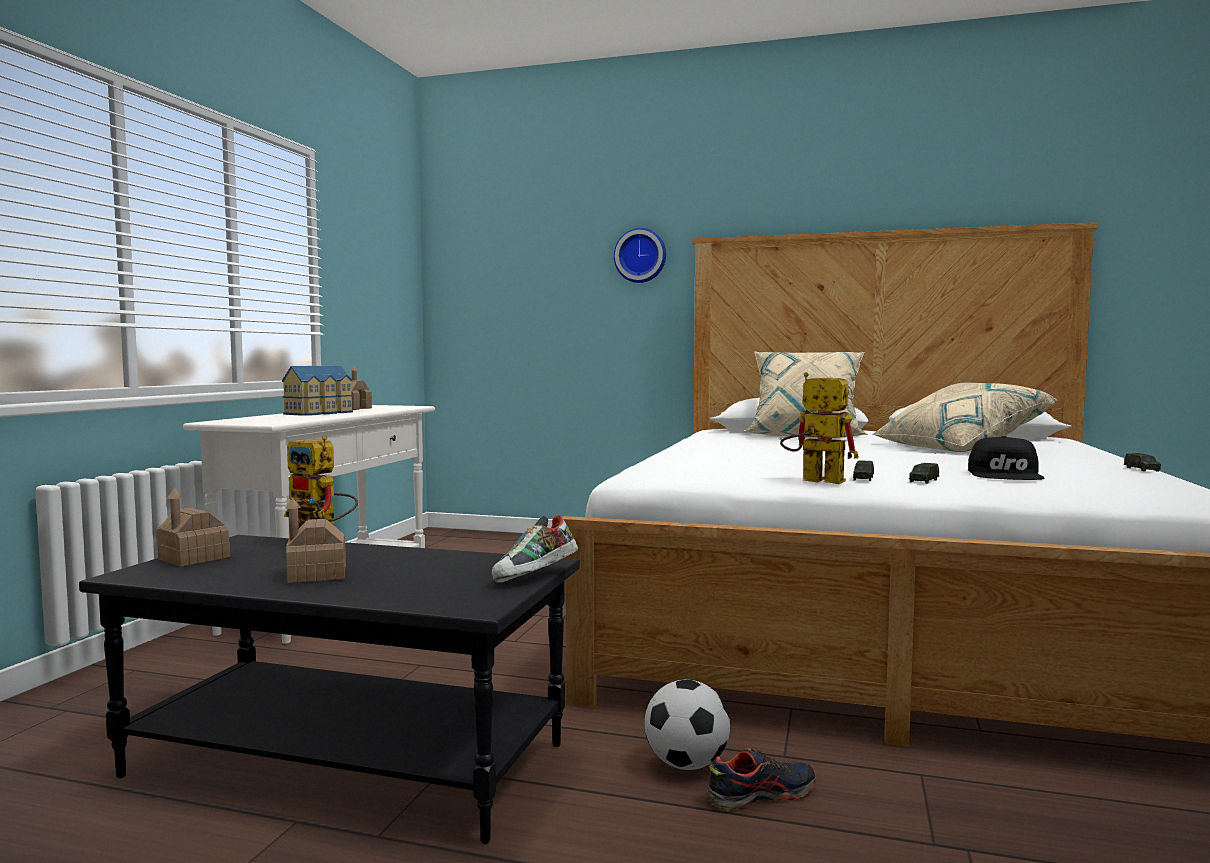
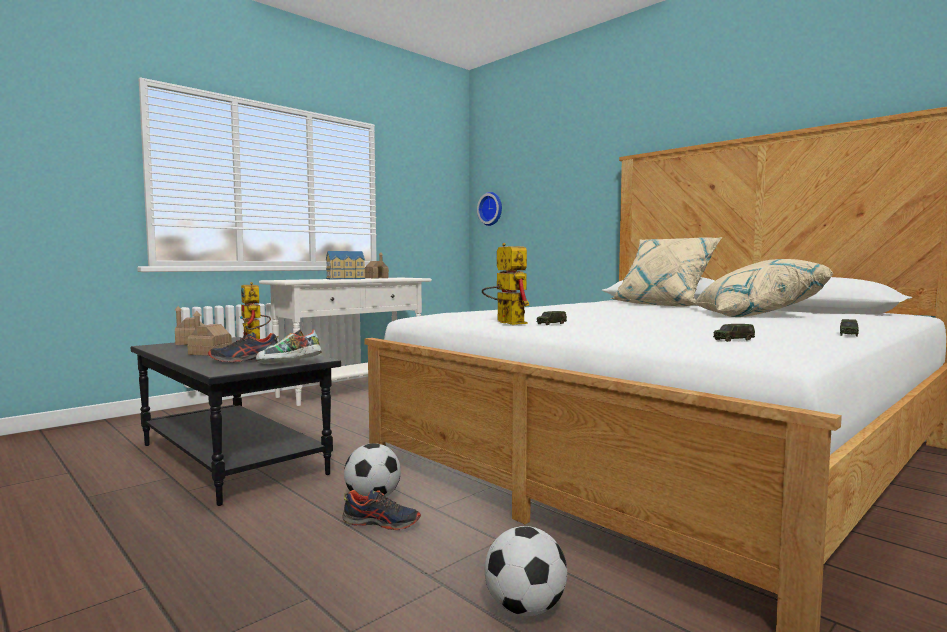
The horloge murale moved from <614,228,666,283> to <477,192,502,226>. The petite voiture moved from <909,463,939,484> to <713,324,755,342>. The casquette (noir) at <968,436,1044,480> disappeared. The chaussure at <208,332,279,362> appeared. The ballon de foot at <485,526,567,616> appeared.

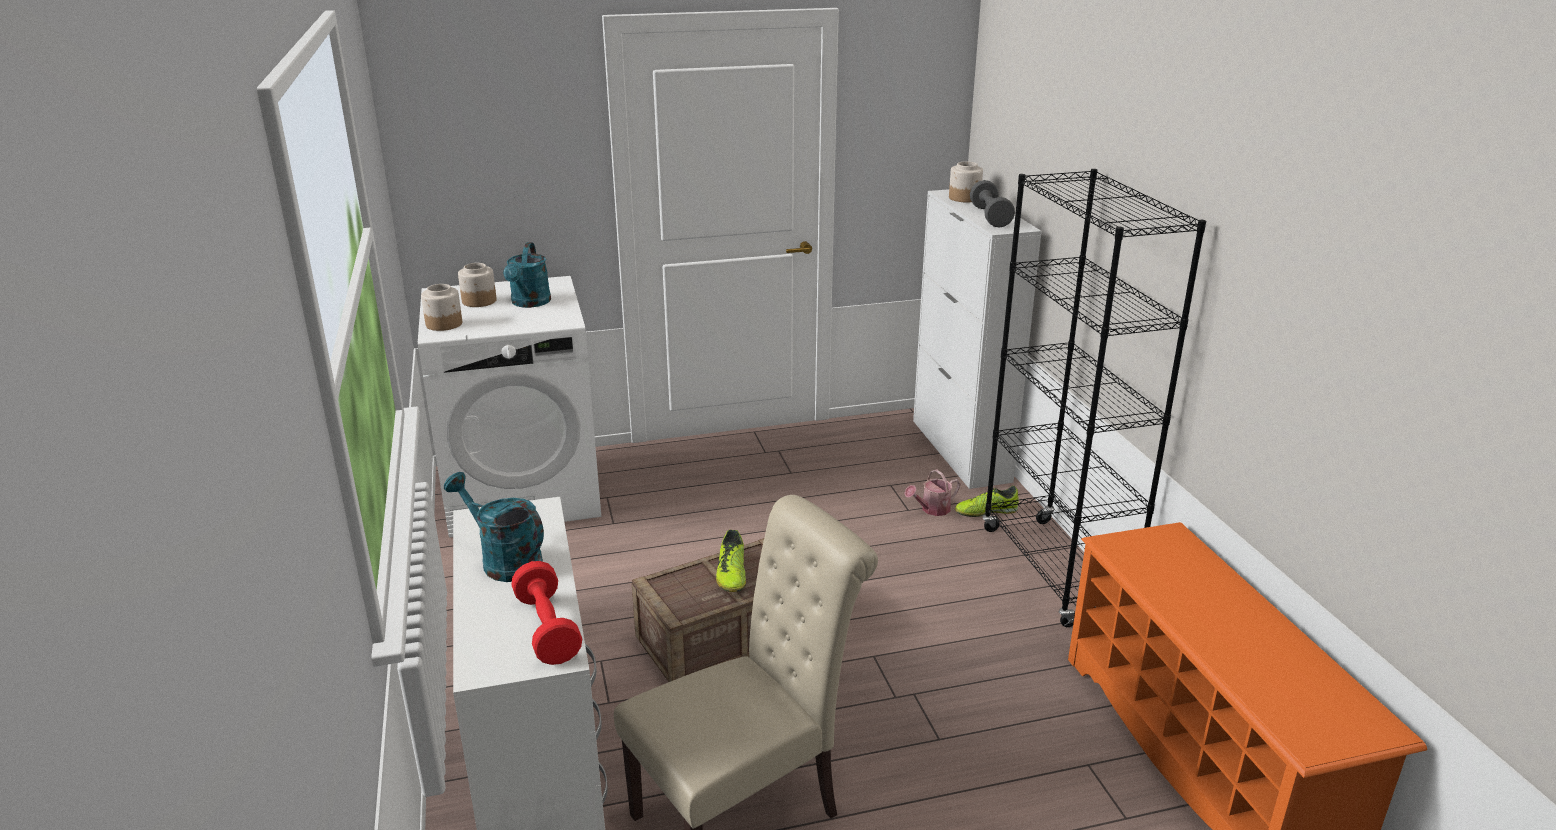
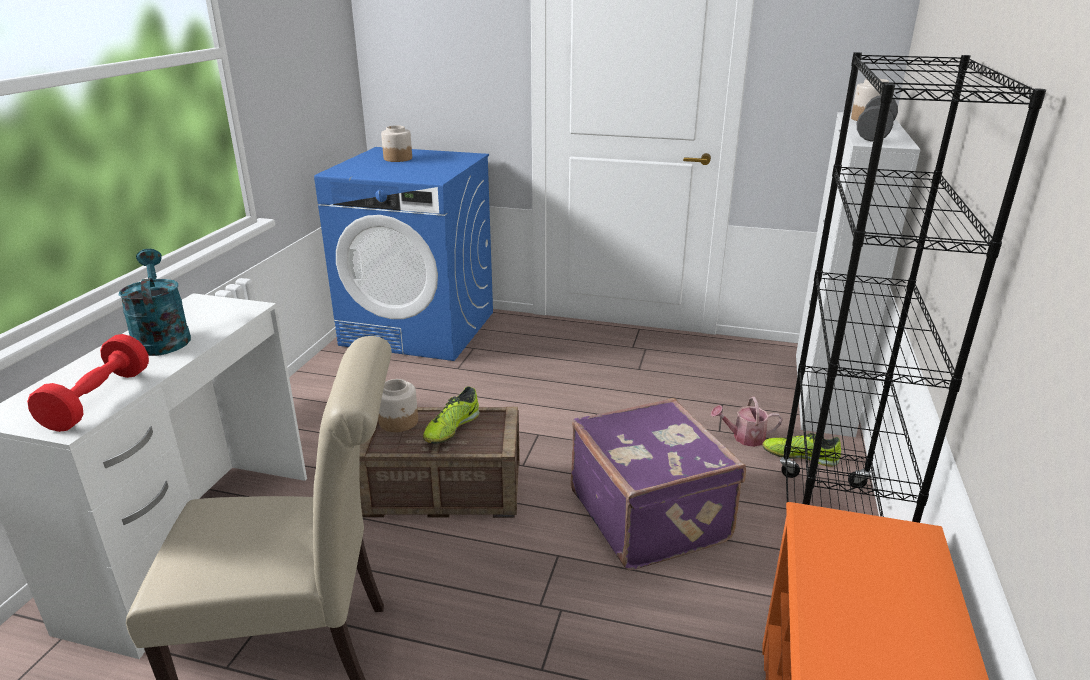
The lave-linge (blanc) at <418,276,601,538> became the lave-linge (bleu) at <314,147,493,361>. The bocal moved from <421,284,462,331> to <378,379,418,432>. The arrosoir (turquoise) at <503,242,551,308> disappeared. The valise (violet) at <571,398,746,570> appeared.

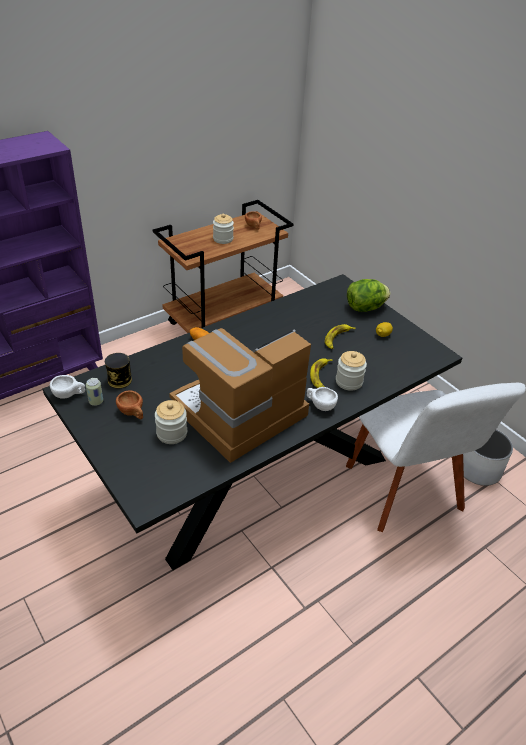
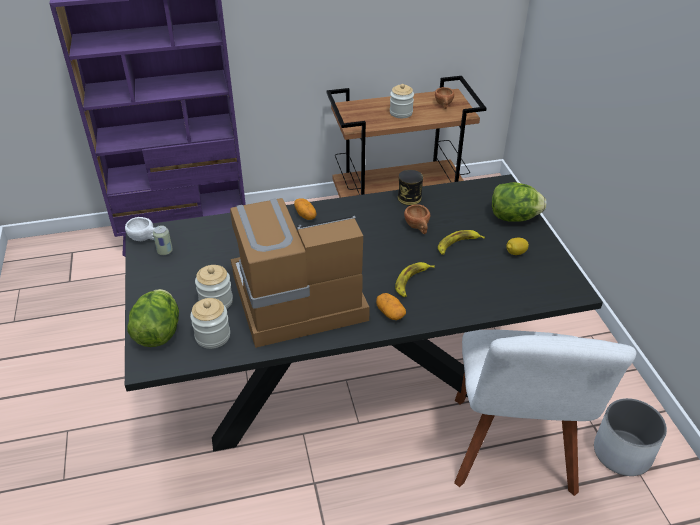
The boîte métallique moved from <105,353,132,389> to <398,170,423,205>. The tasse (marron) moved from <116,390,143,420> to <404,204,430,234>. The tasse (blanc) at <307,387,338,411> was replaced by the pomme de terre at <376,293,406,320>. The bocal moved from <336,351,367,391> to <190,298,230,349>. The laitue at <127,289,179,347> appeared.

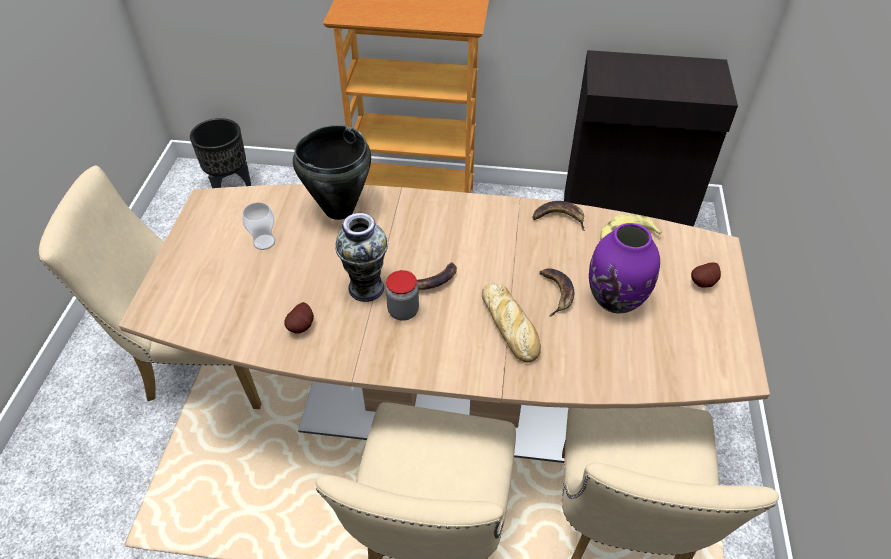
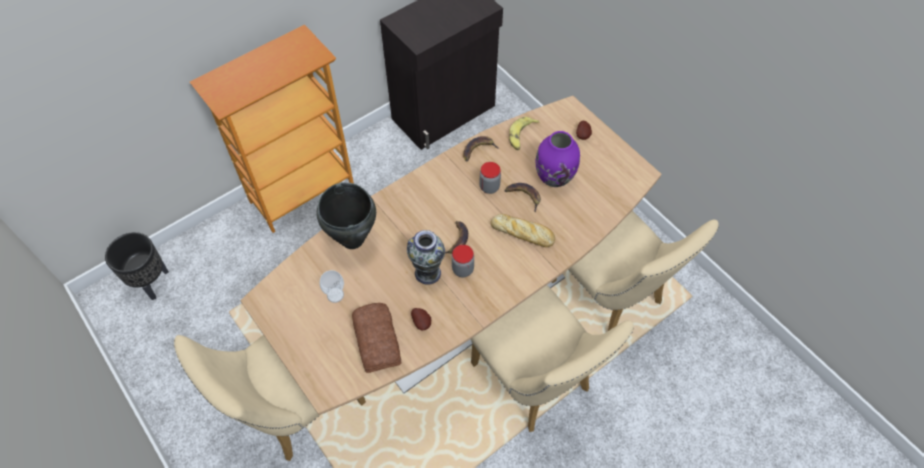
The pain at <352,303,401,373> appeared. The bocal at <479,162,501,194> appeared.

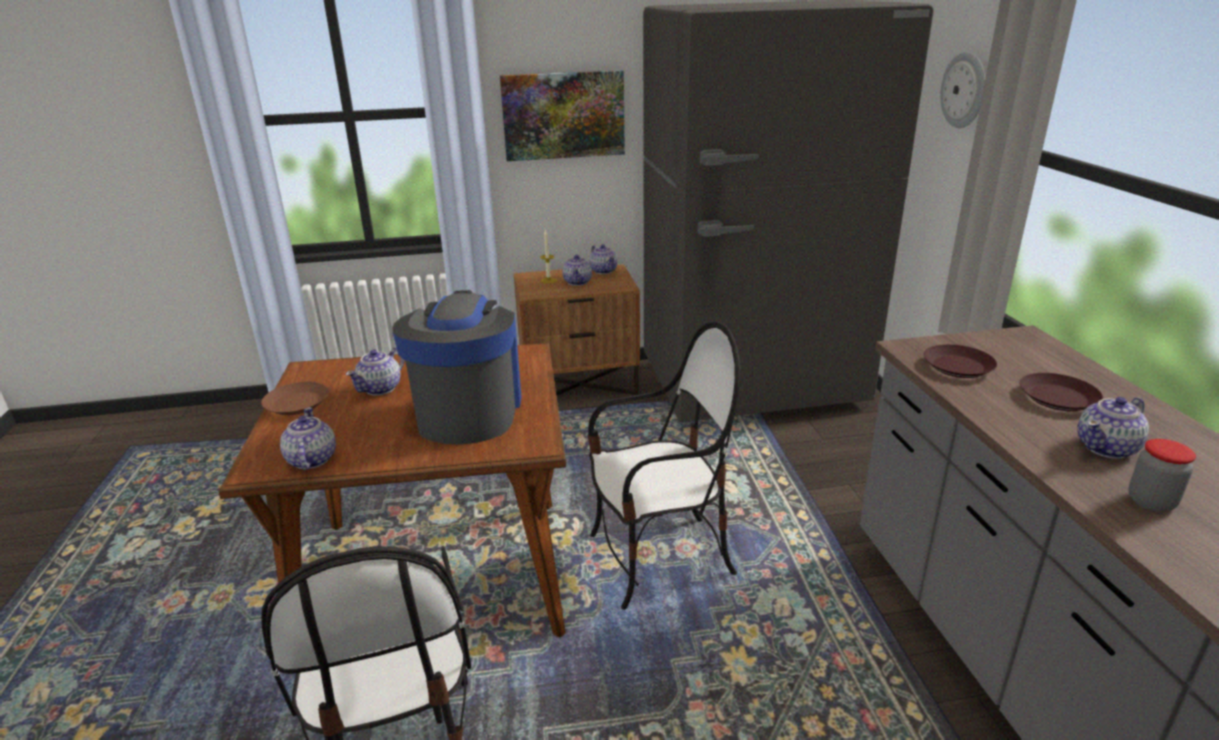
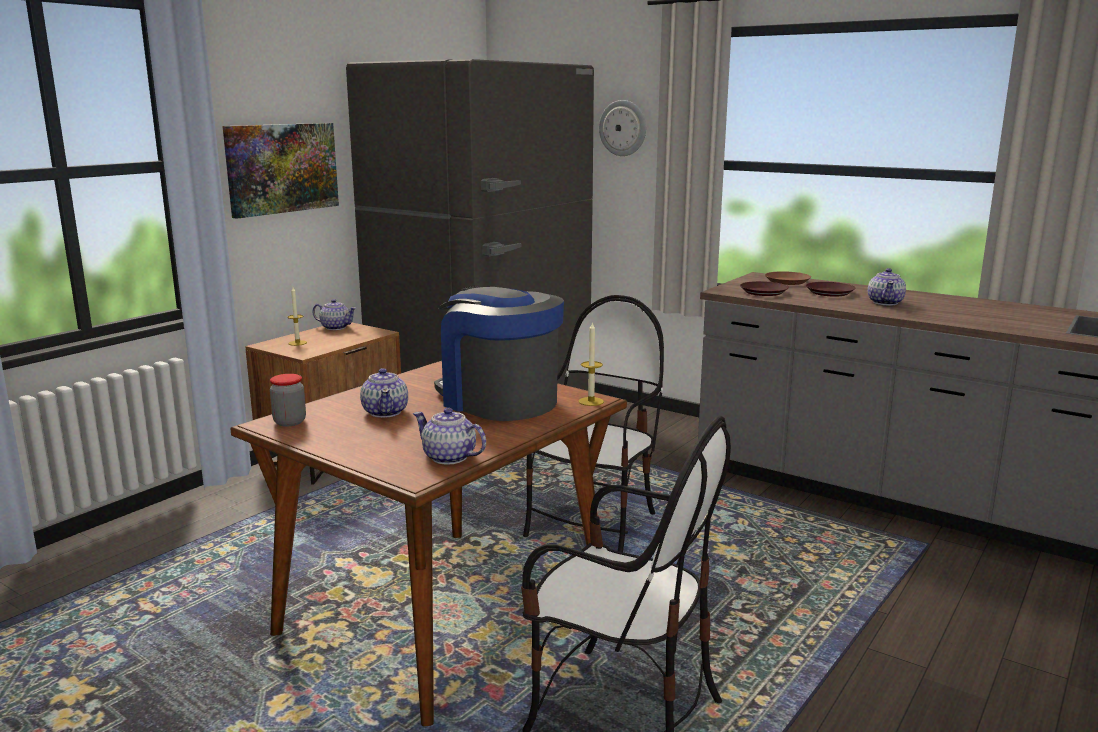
The assiette (marron) moved from <261,382,329,415> to <765,271,811,285>. The théière at <563,255,592,286> disappeared. The bocal moved from <1128,439,1196,512> to <270,374,306,427>. The bougie at <579,322,604,406> appeared.

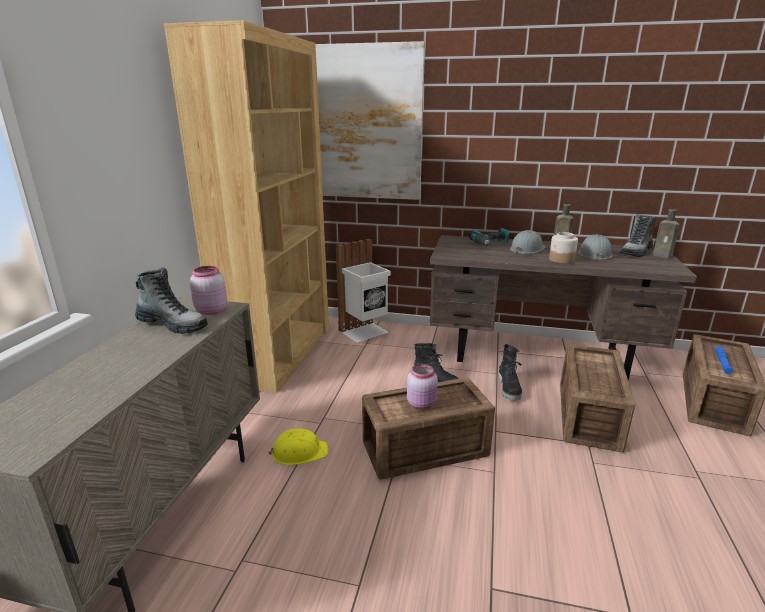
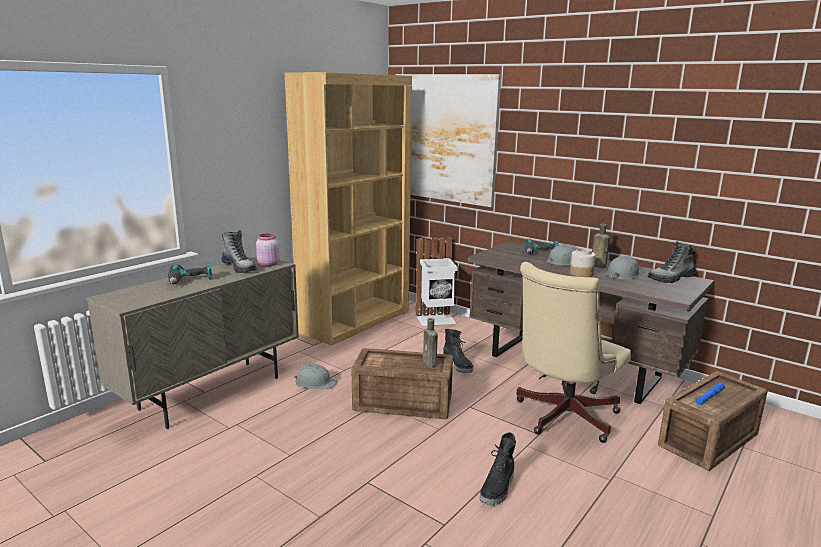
The casque de chantier (jaune) at <268,428,328,465> became the casque de chantier (gris) at <293,364,337,389>. The bocal (rose) at <407,364,438,410> disappeared. The botte (noir) moved from <498,344,522,401> to <480,432,516,505>. The caisse at <560,344,635,452> was replaced by the chaise de bureau (beige) at <516,262,631,443>. The bouteille (marron) moved from <653,209,680,259> to <423,318,438,368>. The perceuse at <168,262,212,284> appeared.

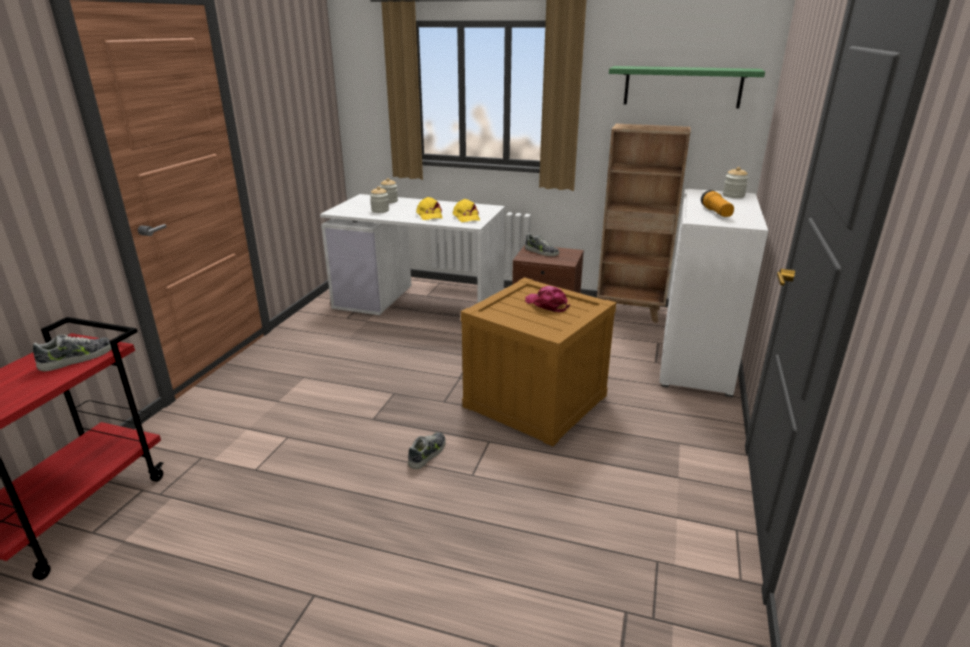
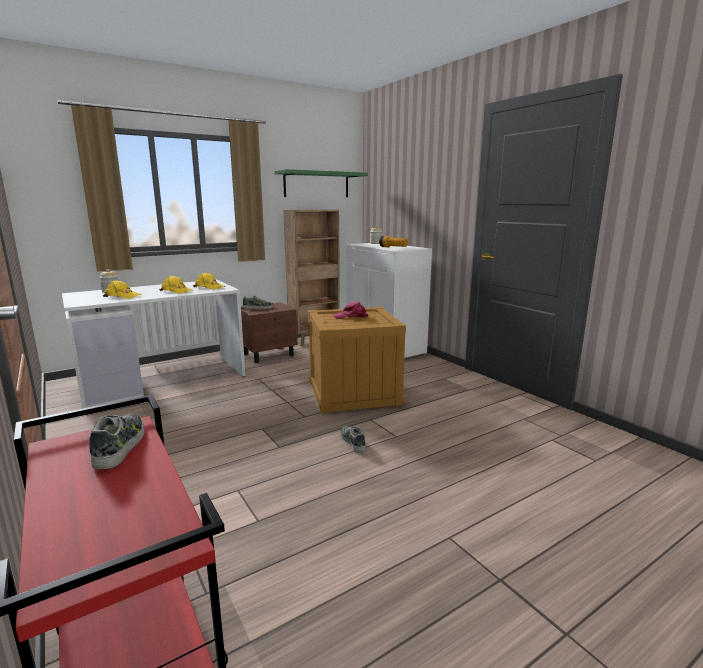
The bocal at <370,186,389,213> was replaced by the casquette (jaune) at <103,280,142,299>.

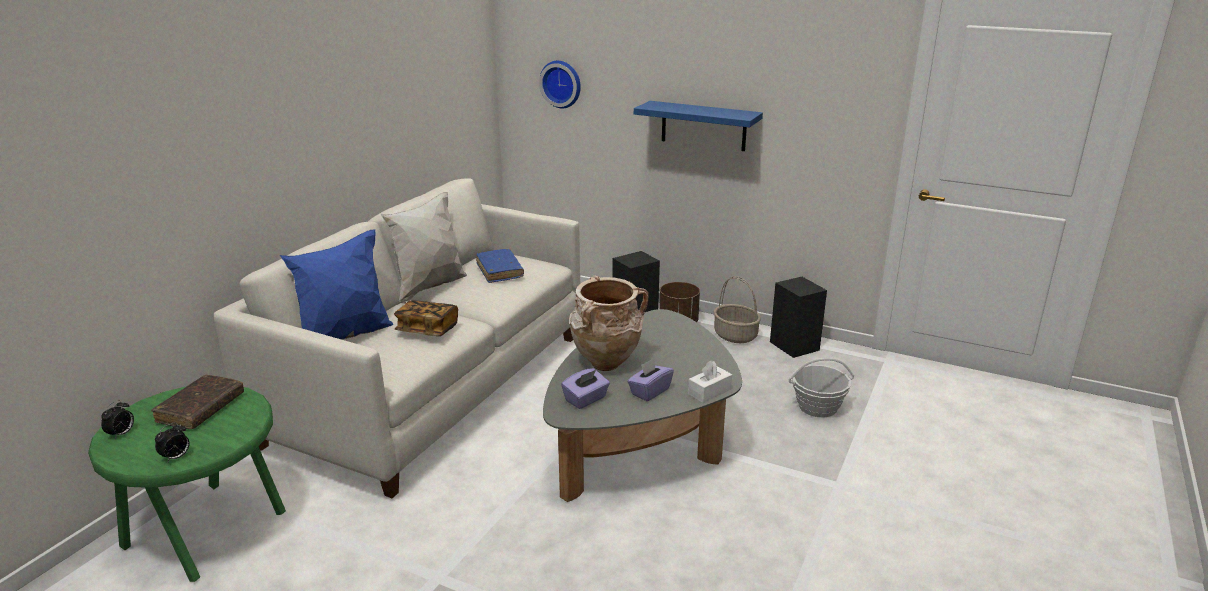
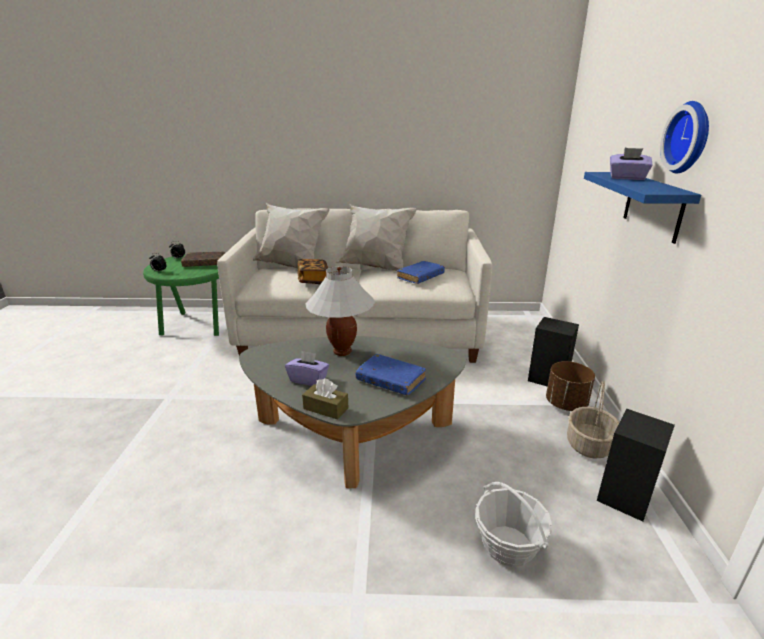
The coussin (bleu) at <280,229,393,340> became the coussin (blanc) at <253,202,330,269>. The horloge murale moved from <539,61,581,108> to <660,101,709,174>. The boîte à mouchoirs (violet) moved from <561,368,610,409> to <610,148,653,180>. The vase (beige) at <569,275,648,371> was replaced by the lampe de table (blanc) at <305,266,375,356>. The boîte à mouchoirs (blanc) at <688,361,732,403> became the boîte à mouchoirs (marron) at <302,378,349,420>. The livre (bleu) at <355,354,426,395> appeared.

